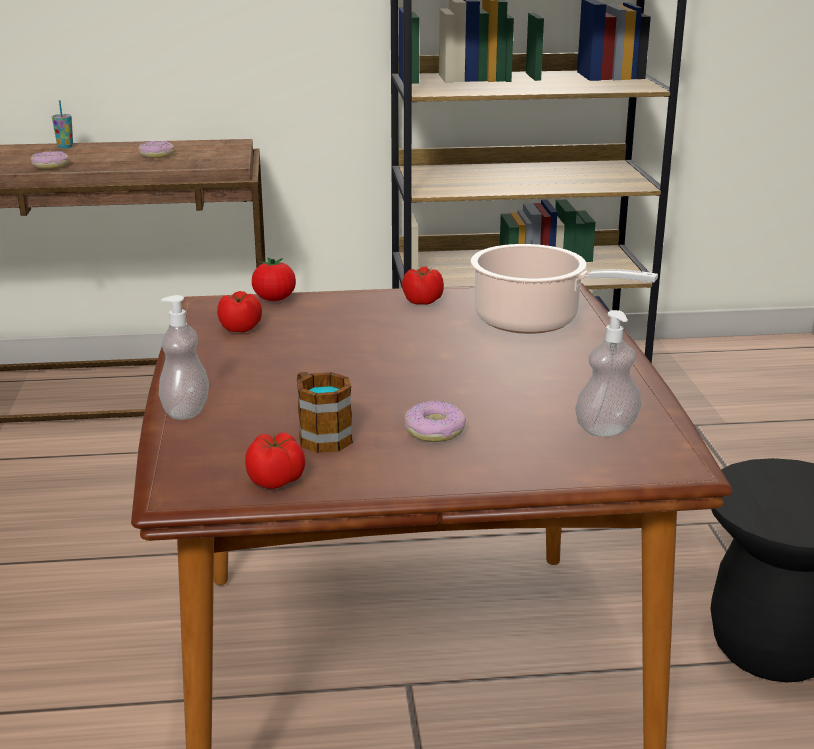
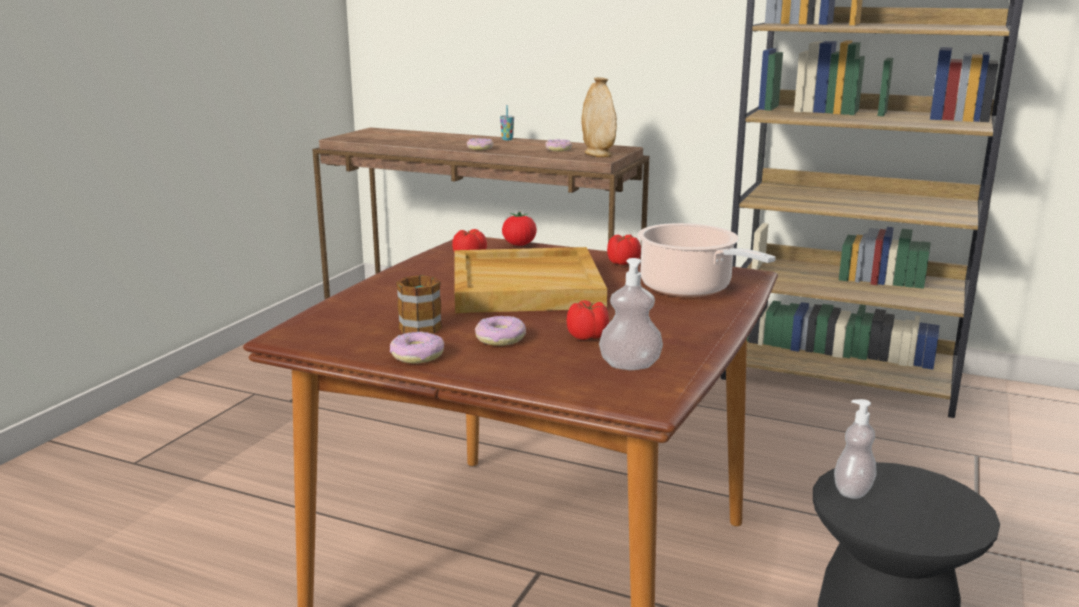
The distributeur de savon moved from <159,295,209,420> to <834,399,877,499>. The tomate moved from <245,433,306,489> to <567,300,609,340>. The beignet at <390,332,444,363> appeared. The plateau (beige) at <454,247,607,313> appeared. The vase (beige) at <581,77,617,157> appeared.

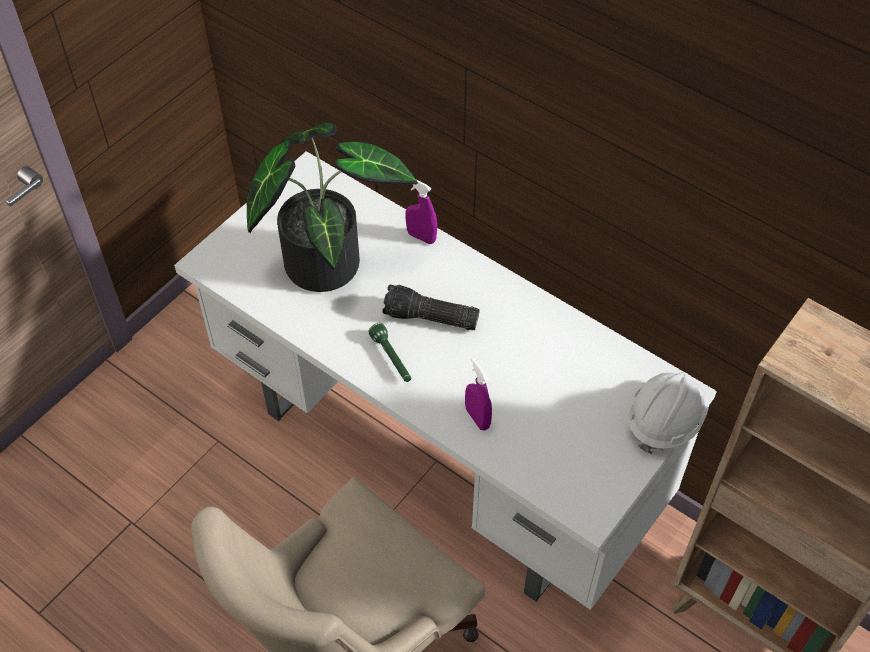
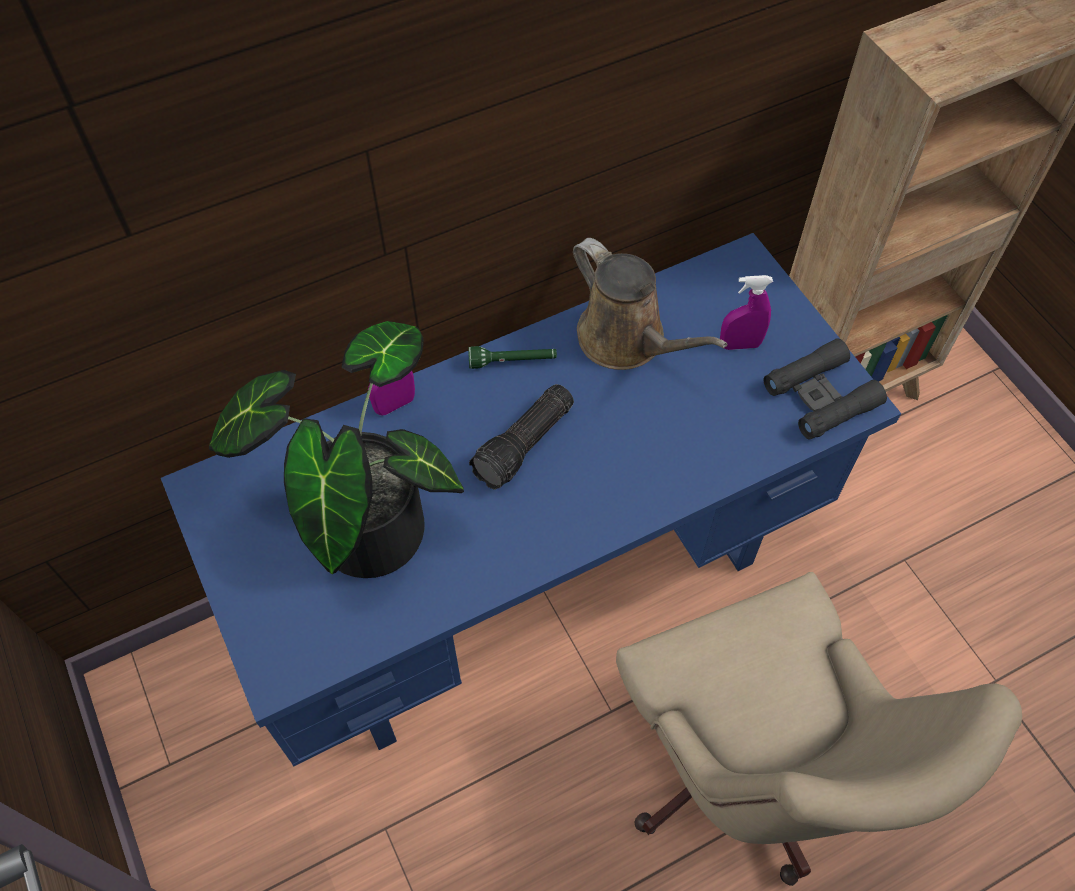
The bureau (blanc) at <174,151,717,610> became the bureau (bleu) at <161,233,901,766>. The lampe de poche (vert) moved from <369,323,411,382> to <468,346,557,369>. The vaporisateur (violet) moved from <465,358,492,431> to <720,275,773,350>. The casque de chantier (blanc) at <628,372,710,454> disappeared. The arrosoir (marron) at <573,238,728,370> appeared. The jumelles (noir) at <764,338,887,439> appeared.

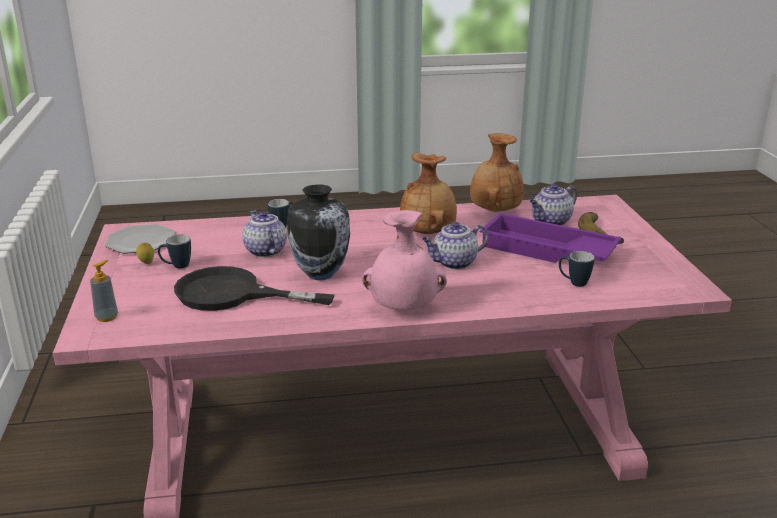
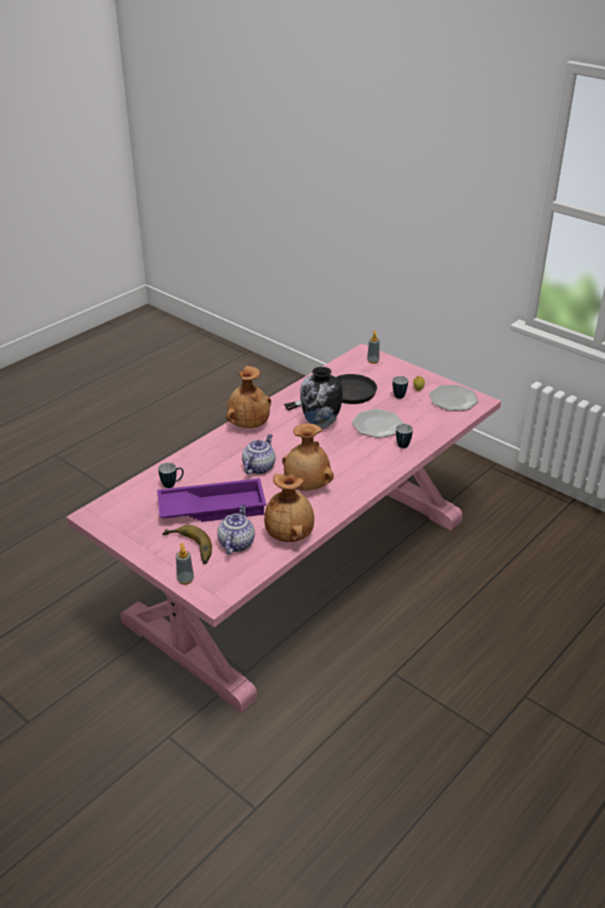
The théière at <243,210,287,257> was replaced by the assiette at <352,409,403,438>. The vase (rose) at <362,210,447,310> became the vase (marron) at <226,366,271,428>. The distributeur de savon at <176,543,194,585> appeared.

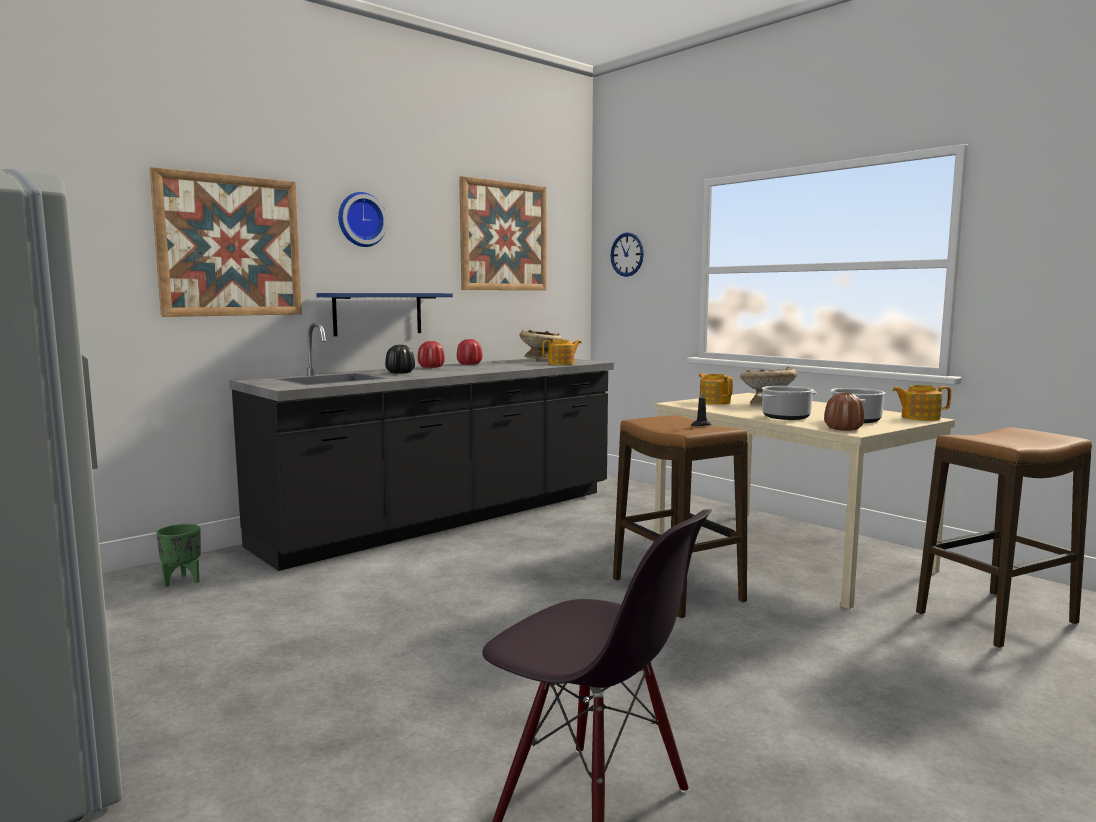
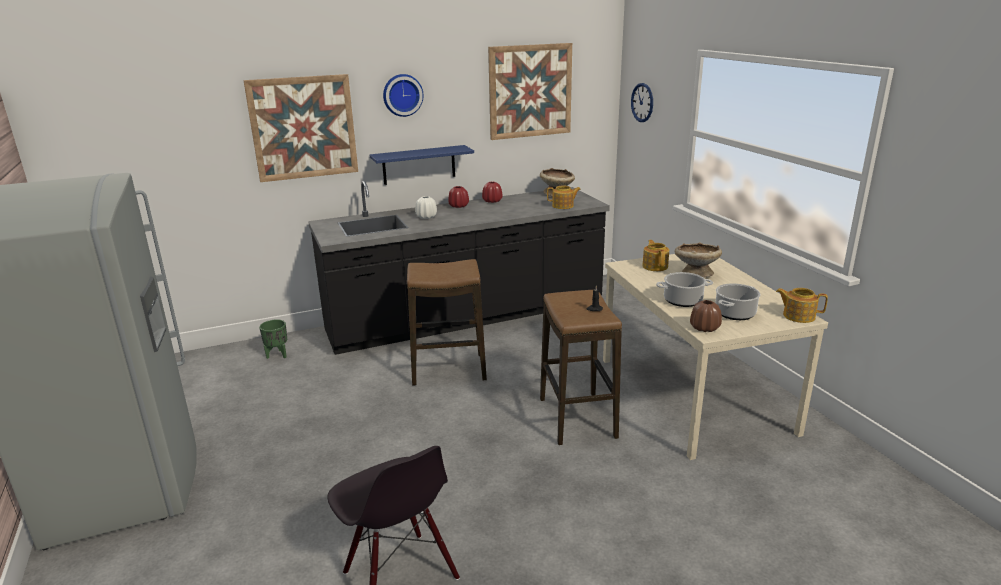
The vase (noir) at <385,345,415,374> became the vase (blanc) at <415,196,437,219>. The tabouret moved from <916,427,1092,648> to <407,259,487,386>.

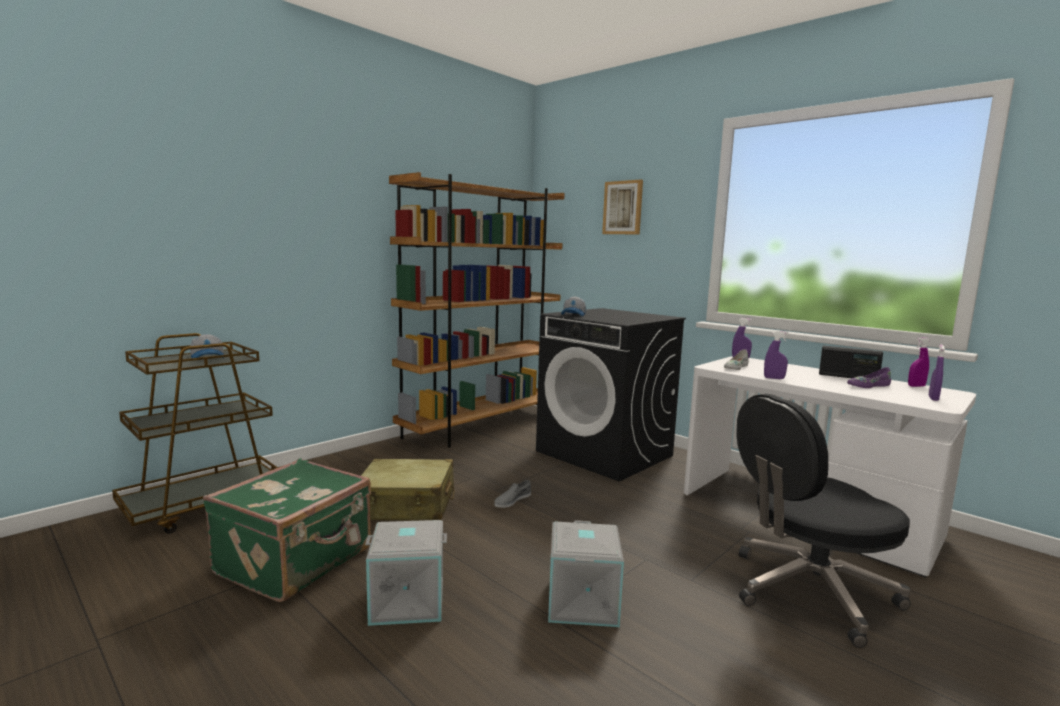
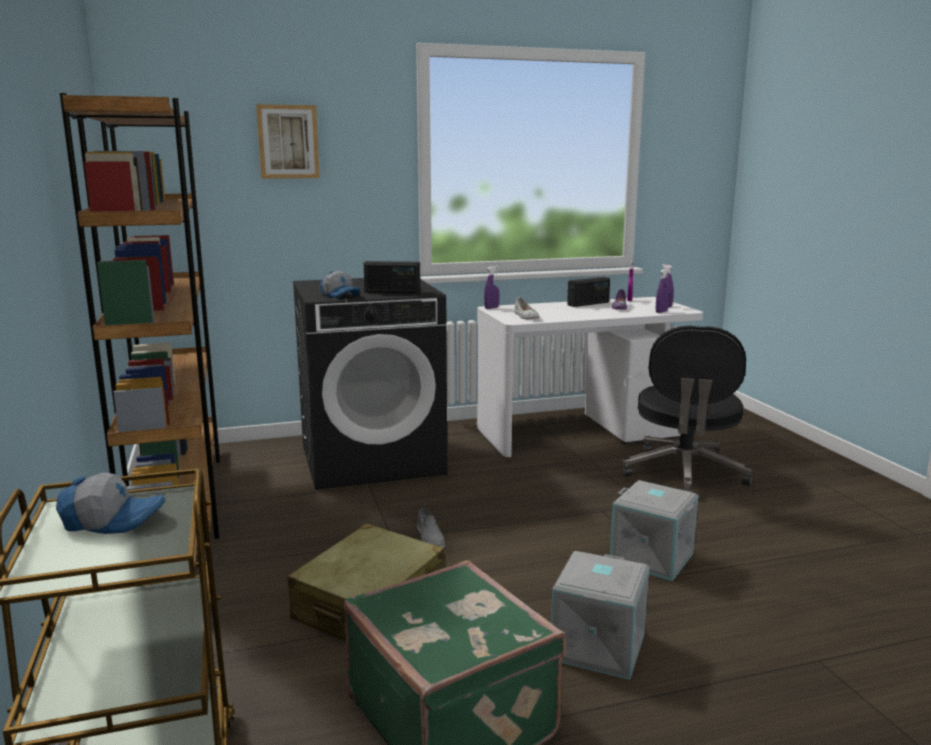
The vaporisateur (violet) moved from <764,331,788,379> to <656,269,669,313>. The radio at <364,261,421,293> appeared.

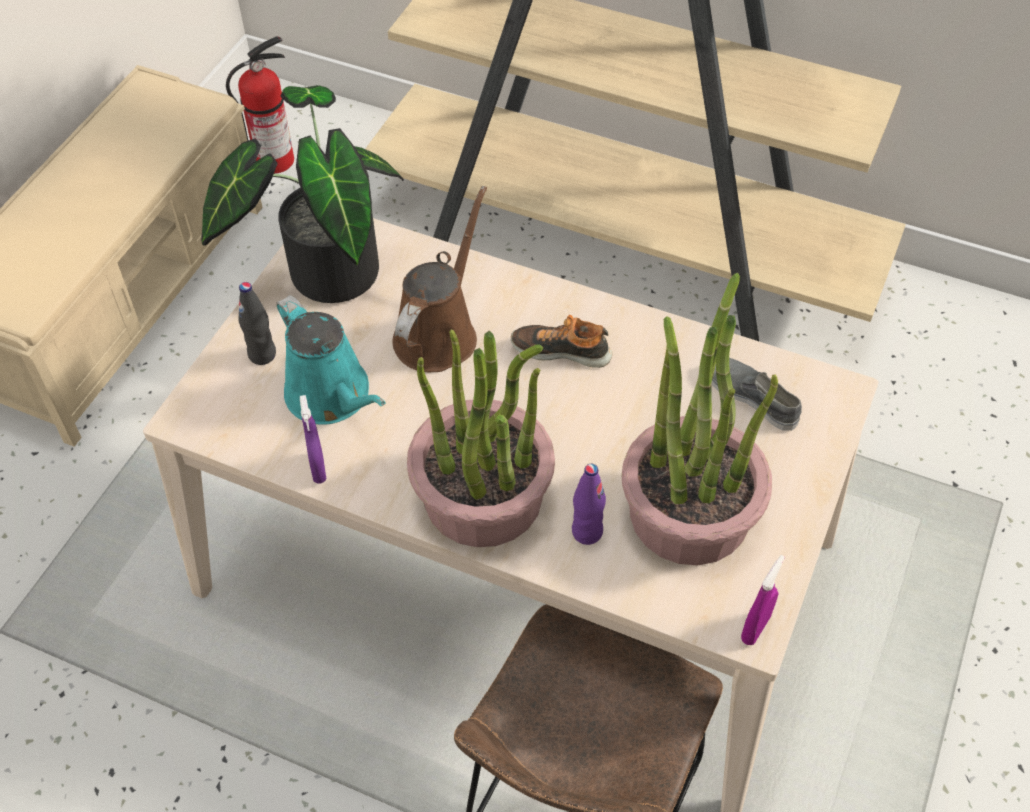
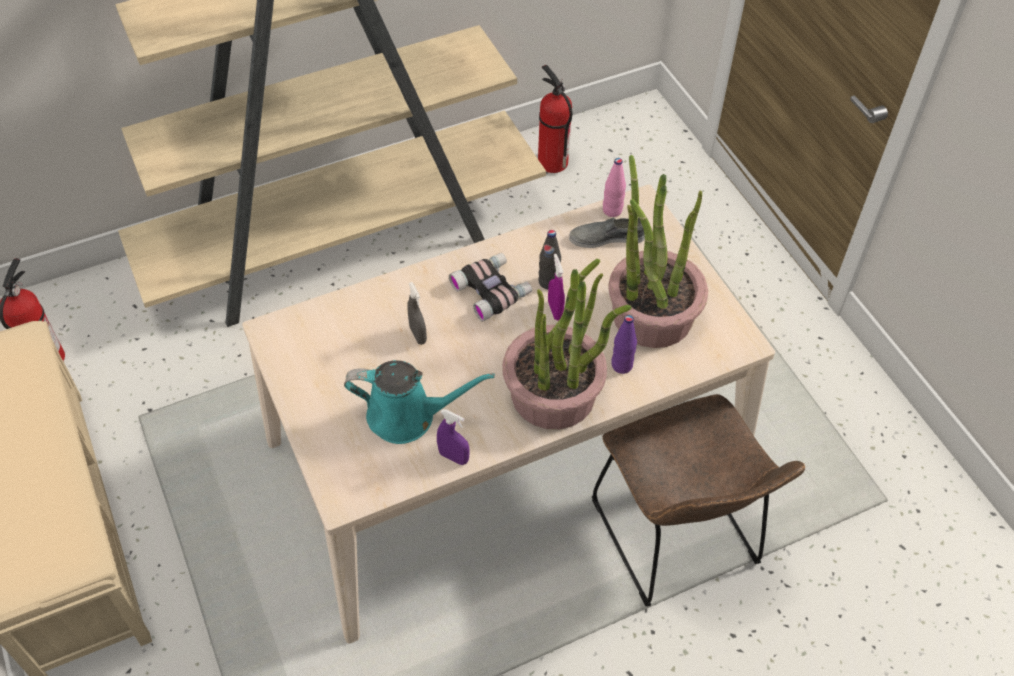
The plante en pot at <201,85,404,303> disappeared. The bouteille (noir) moved from <238,282,276,365> to <538,230,561,289>. The arrosoir (marron) at <392,186,487,372> was replaced by the vaporisateur (gris) at <407,282,427,345>. The chaussure at <511,315,613,368> was replaced by the jumelles at <449,253,532,322>. The vaporisateur (violet) moved from <741,555,785,645> to <548,254,565,320>. The extincteur at <538,65,572,173> appeared. The bouteille (rose) at <603,158,626,217> appeared.

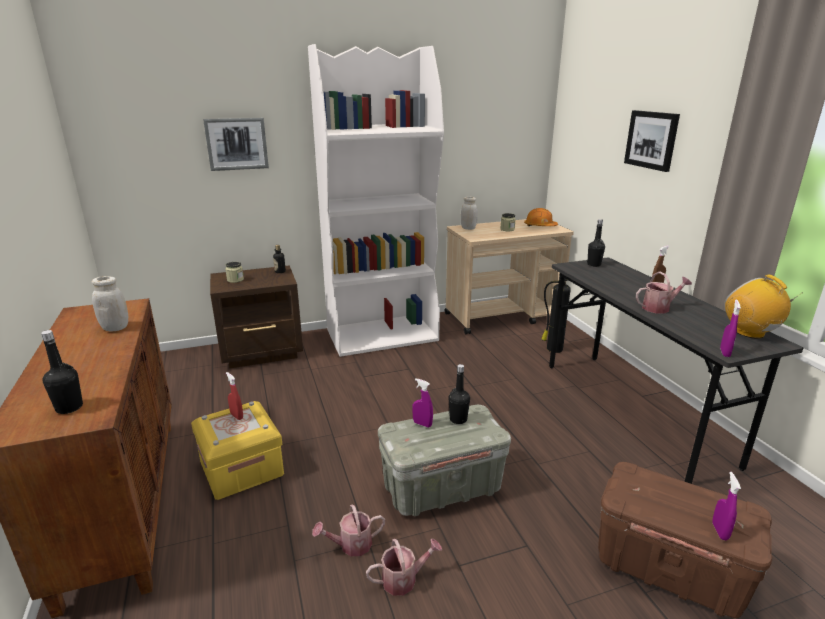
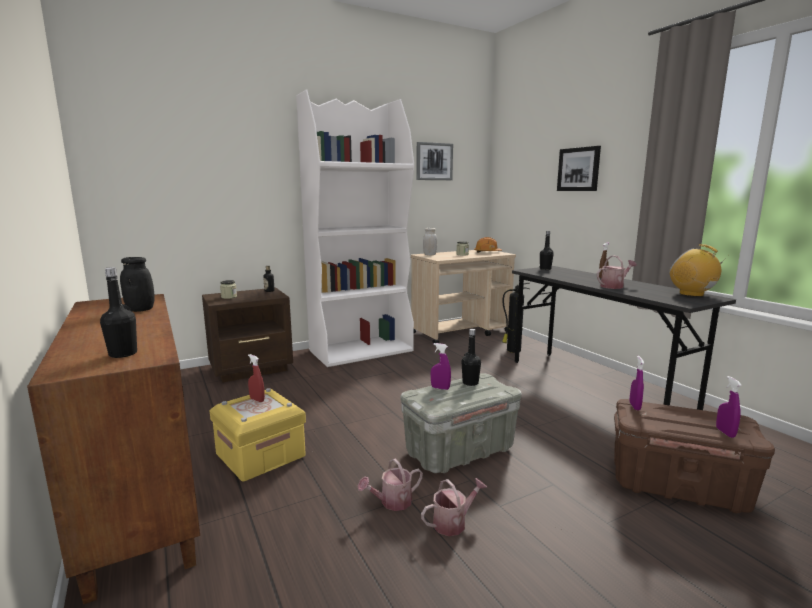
The bocal (blanc) at <91,276,128,331> became the bocal (noir) at <120,257,155,312>. The tableau moved from <203,118,269,171> to <416,142,453,180>. The vaporisateur (violet) moved from <720,299,741,357> to <630,356,644,410>.

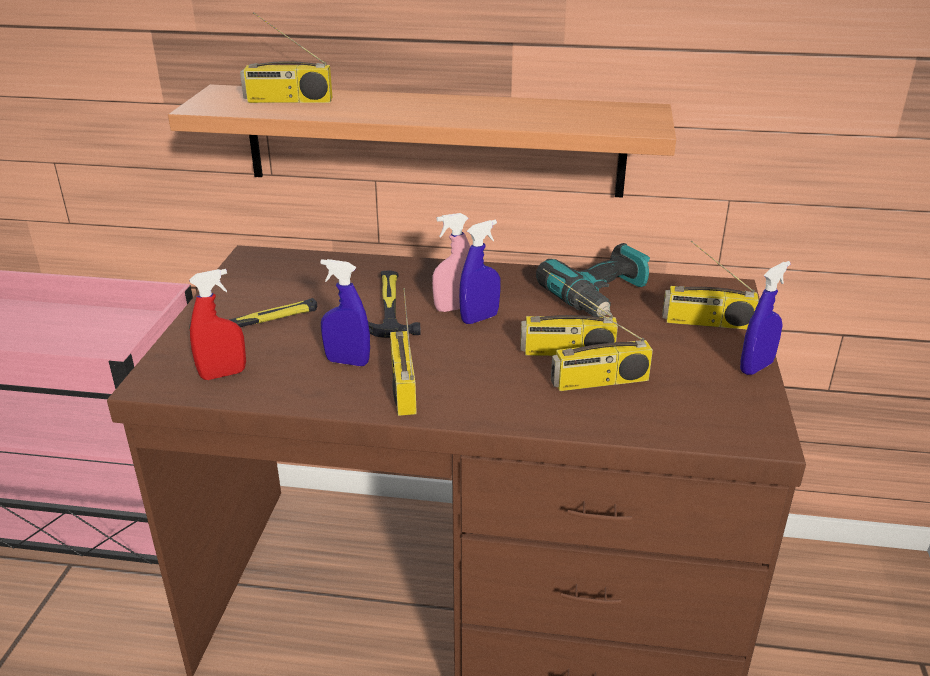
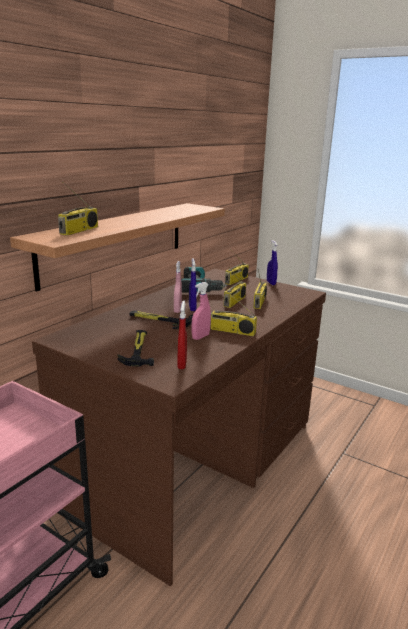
The vaporisateur (bleu) at <320,259,370,366> became the vaporisateur (rose) at <191,282,211,340>.

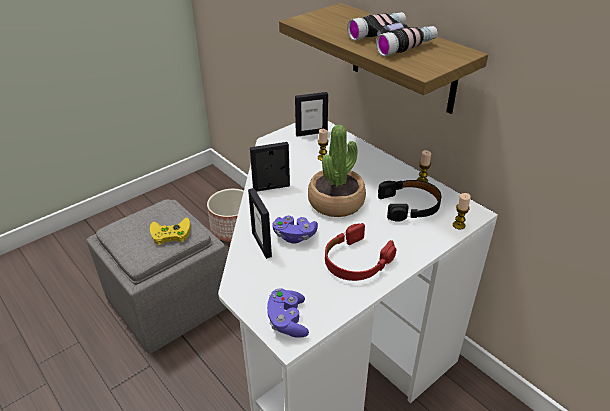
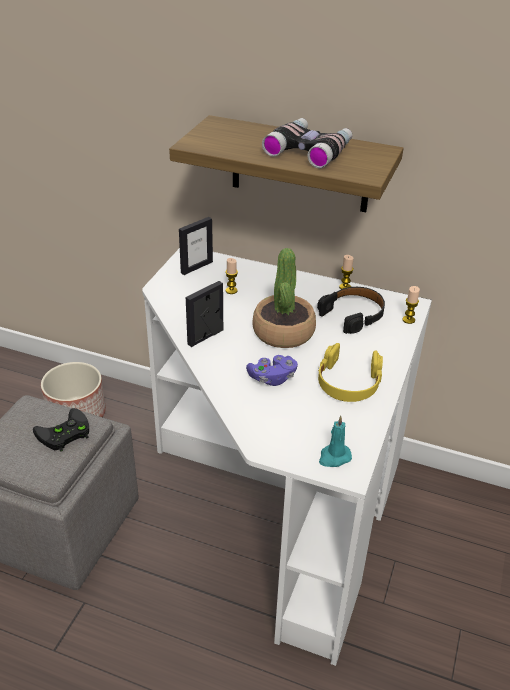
The manette (jaune) at <150,217,191,246> became the manette (noir) at <33,408,89,452>. The cadre photo at <248,188,272,259> disappeared. The manette (violet) at <267,288,309,338> was replaced by the bougie (turquoise) at <319,416,352,467>. The casque audio (rouge) at <325,223,396,281> became the casque audio (jaune) at <318,343,383,402>.

